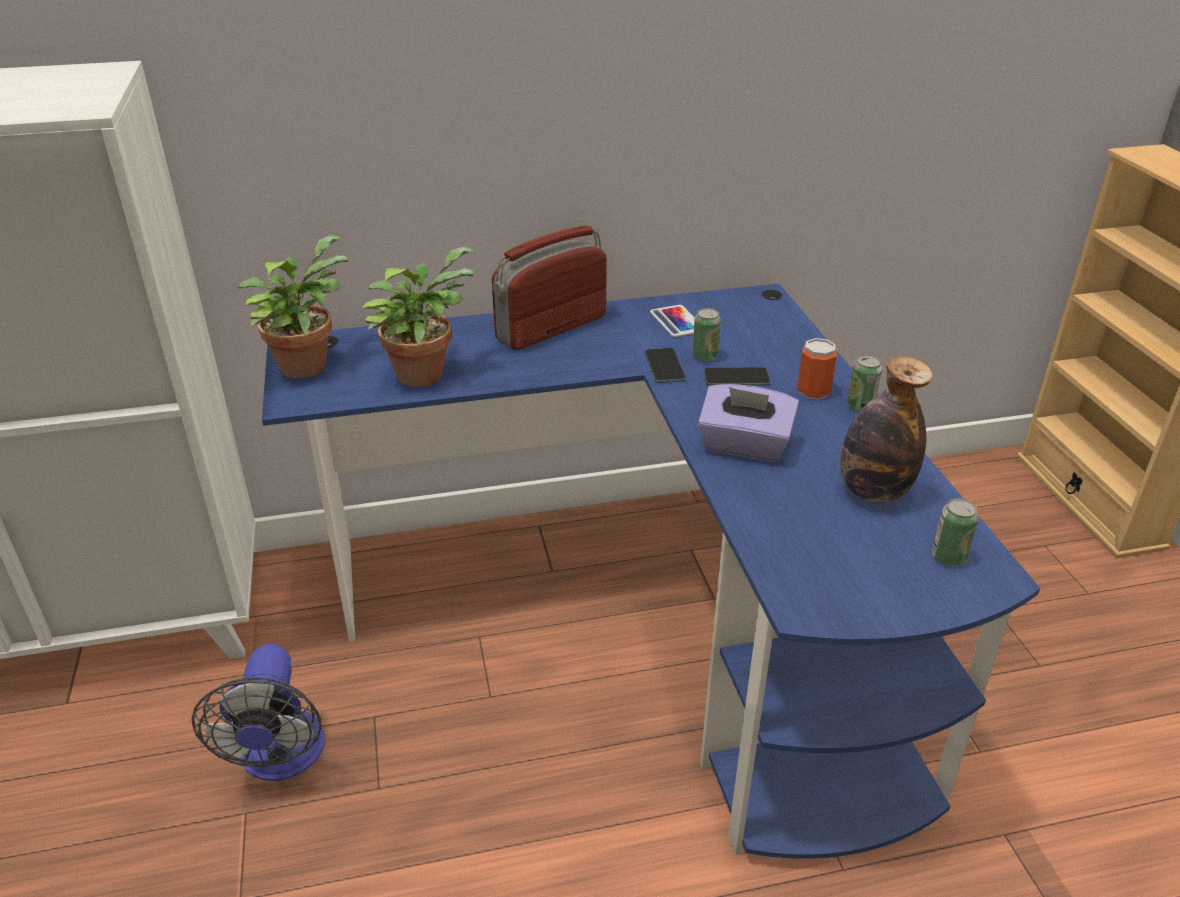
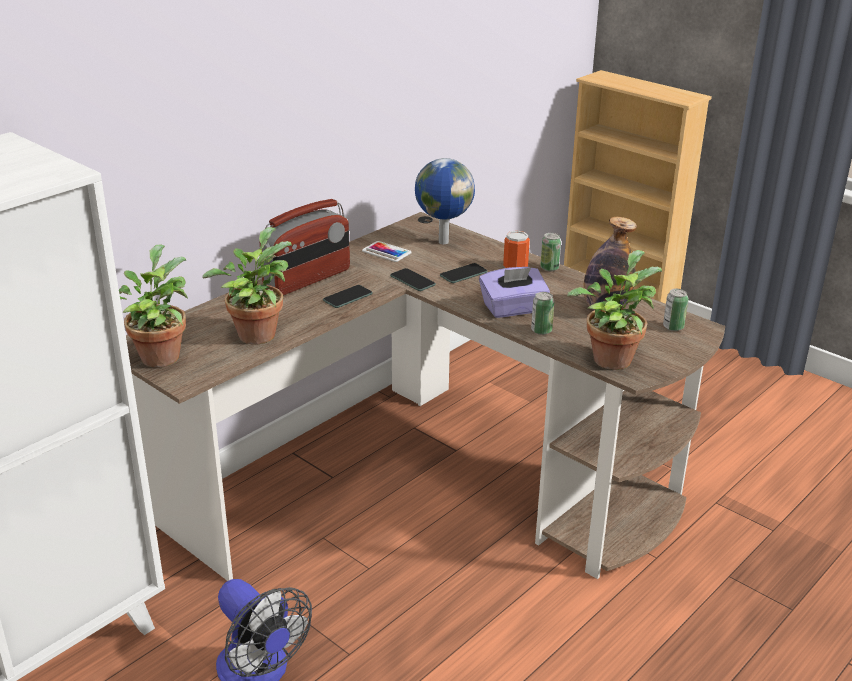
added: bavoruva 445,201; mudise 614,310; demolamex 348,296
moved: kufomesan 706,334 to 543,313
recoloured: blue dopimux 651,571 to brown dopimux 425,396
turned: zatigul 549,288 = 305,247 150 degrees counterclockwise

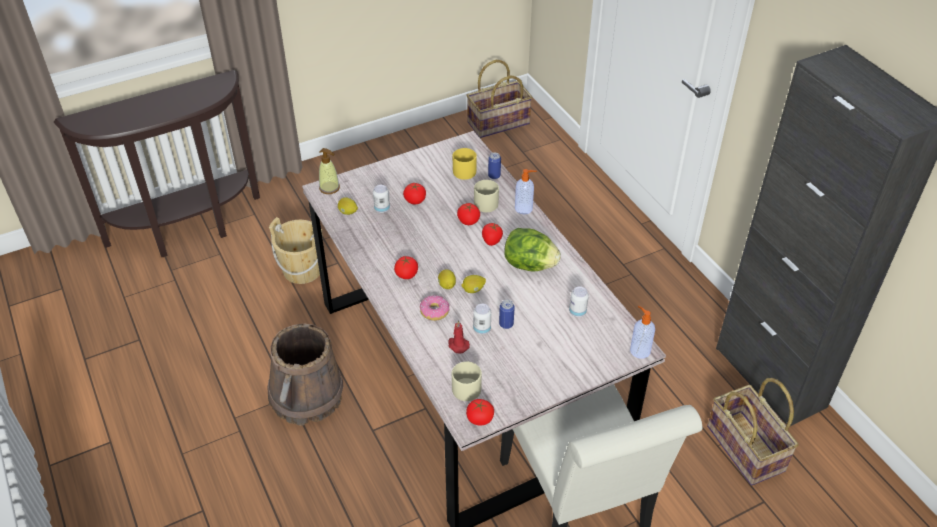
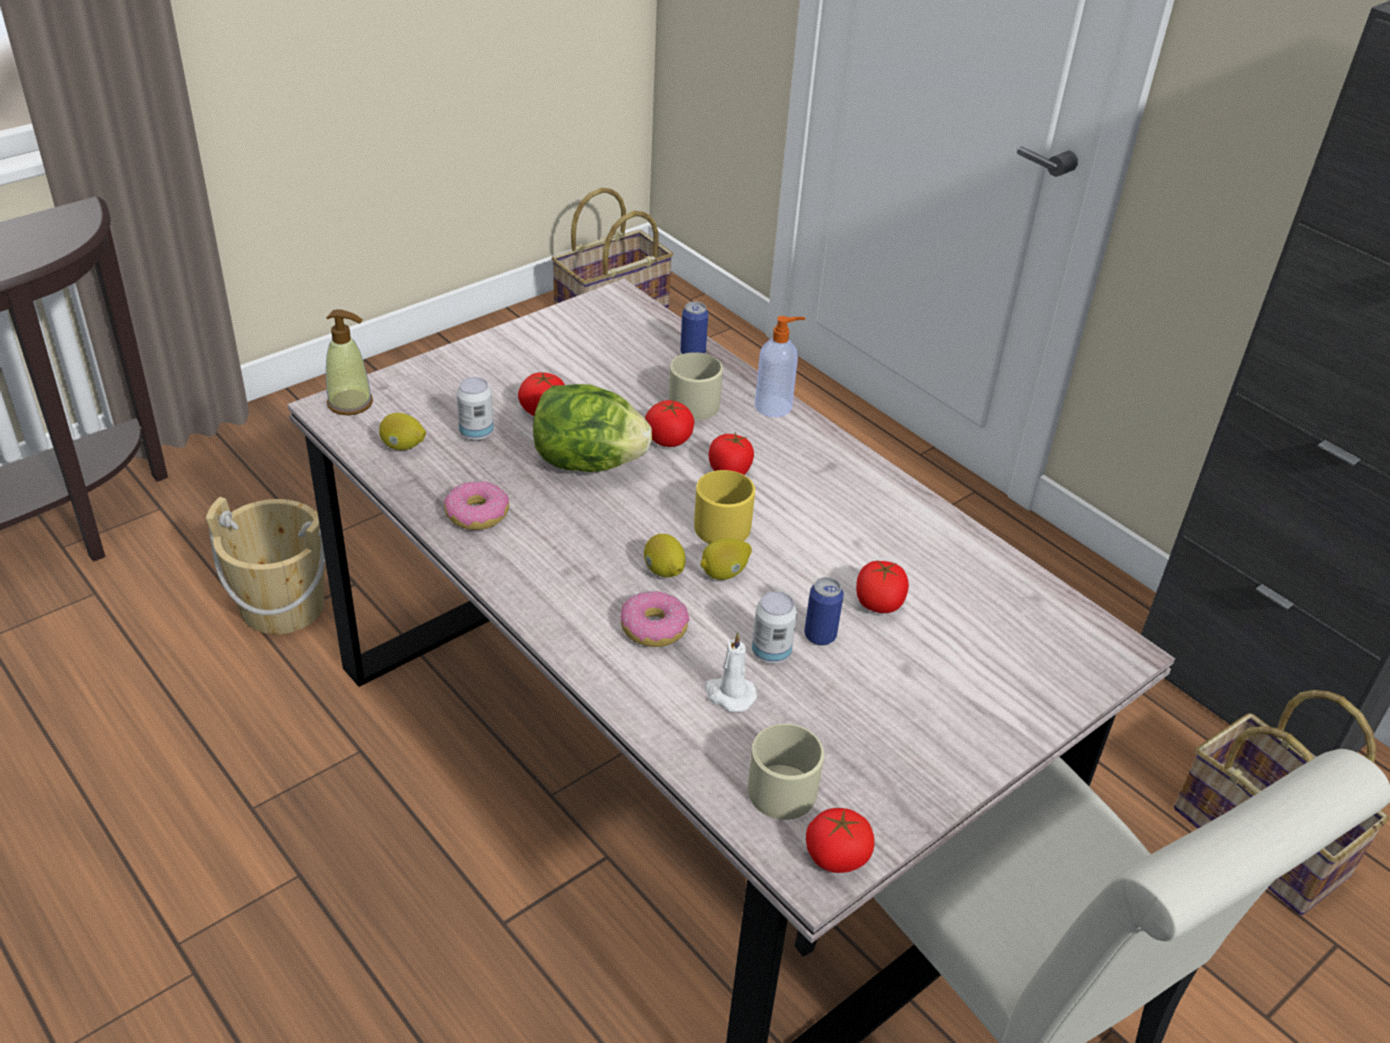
removed: kufomesan 579,302; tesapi 642,332; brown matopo 305,375
added: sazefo 476,505
moved: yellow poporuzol 465,164 to 724,507; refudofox 532,249 to 592,428; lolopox 406,267 to 882,587
recoloured: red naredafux 459,336 to white naredafux 731,672

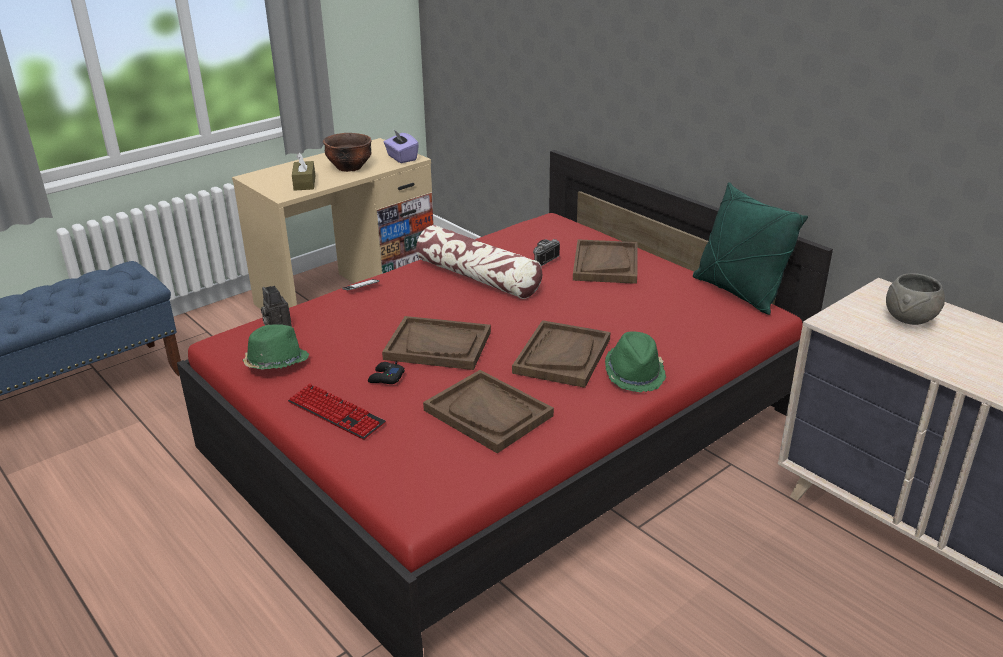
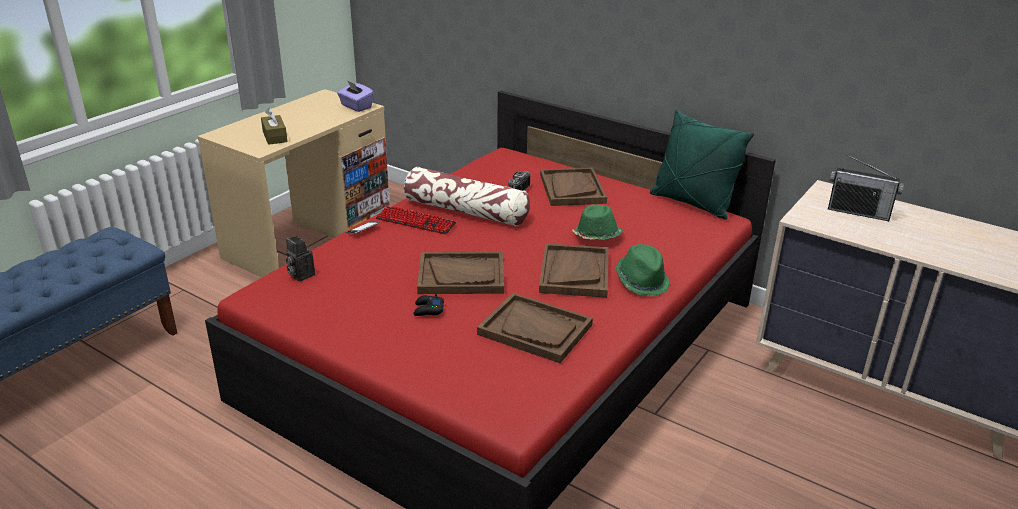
removed: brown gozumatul 347,152
moved: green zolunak 276,346 to 597,222; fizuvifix 337,411 to 416,219
replaced: grey gozumatul 915,299 to zatigul 866,188

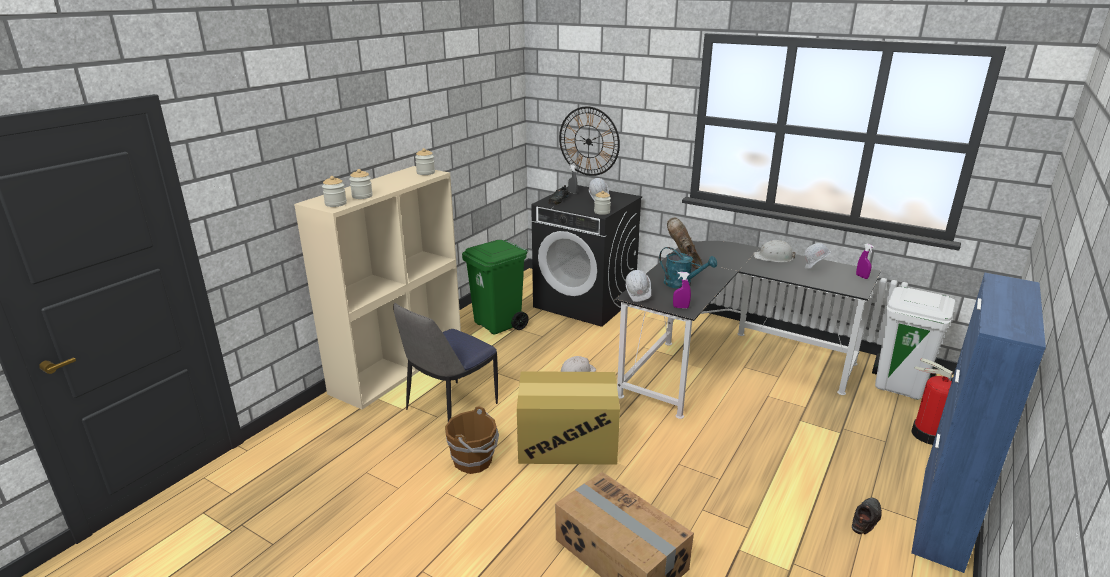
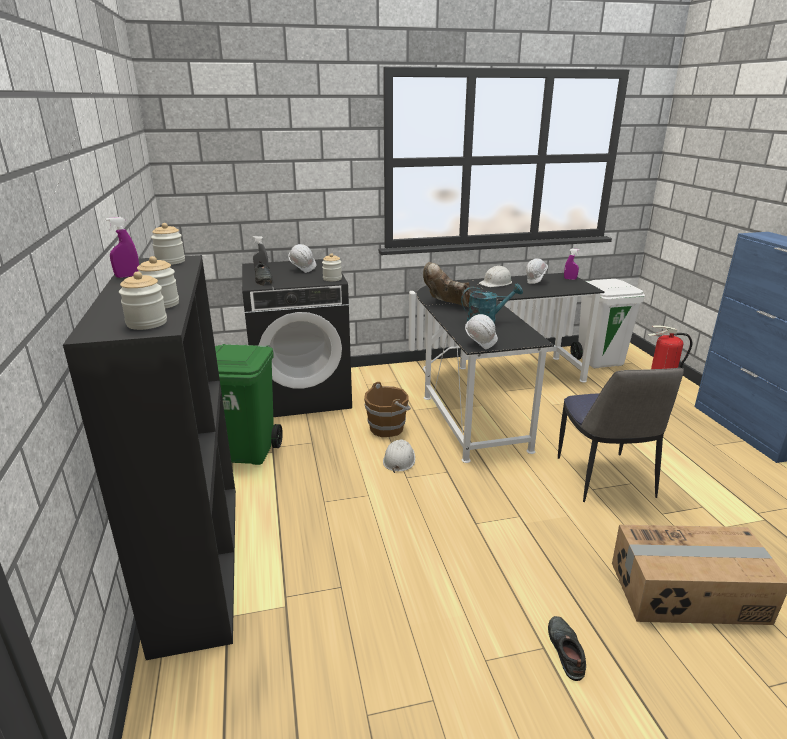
removed: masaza 589,141; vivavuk 568,418
moved: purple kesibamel 682,290 to 122,247; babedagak 445,362 to 621,435; brown matopo 472,440 to 387,409; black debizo 867,515 to 567,648
recoloured: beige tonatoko 377,288 to black tonatoko 149,457

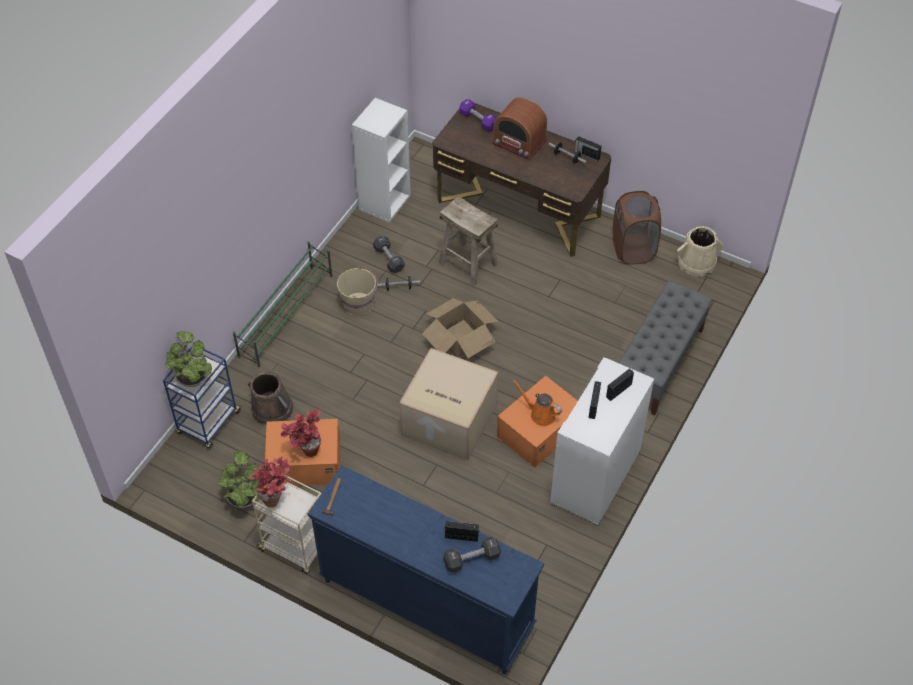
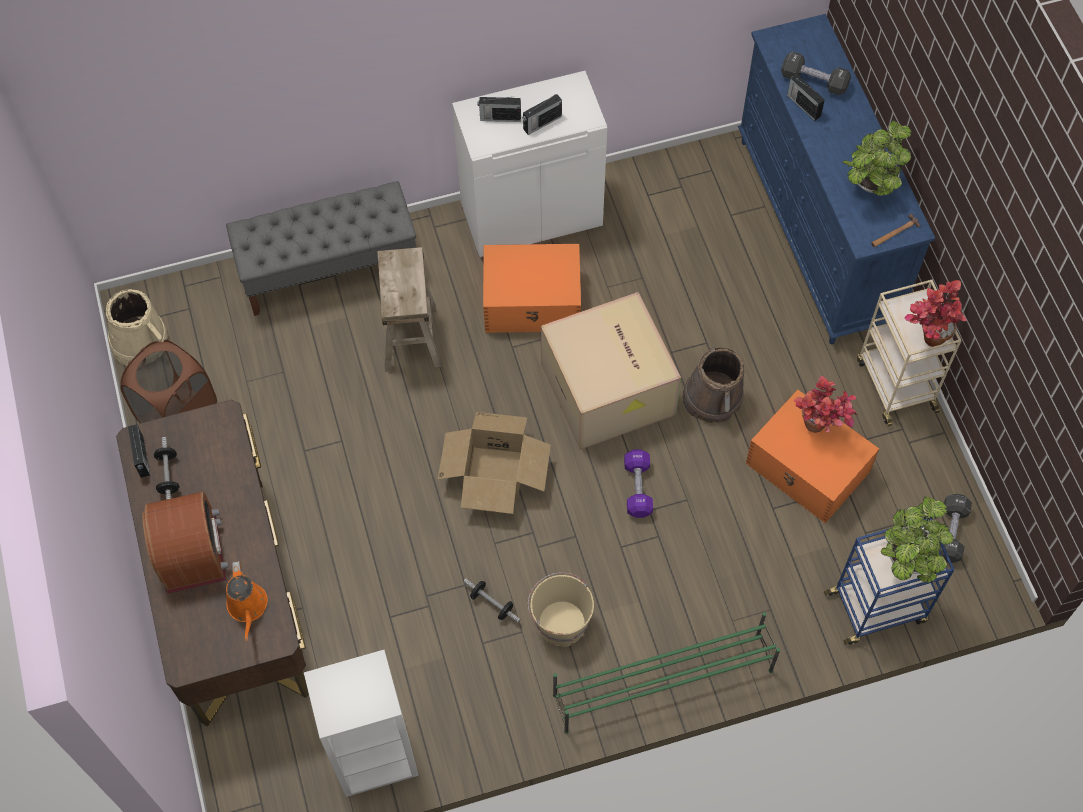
moved: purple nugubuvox 478,115 to 638,483; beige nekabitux 468,241 to 409,309; black nugubuvox 389,254 to 955,528; brown matopo 270,398 to 713,385; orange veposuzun 537,403 to 247,601; mudise 239,480 to 877,158

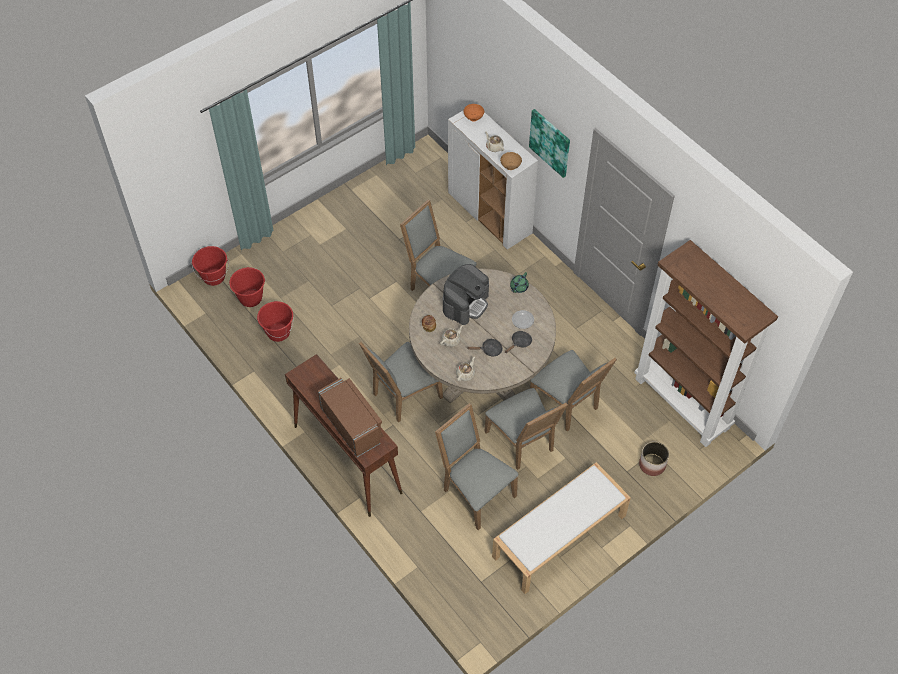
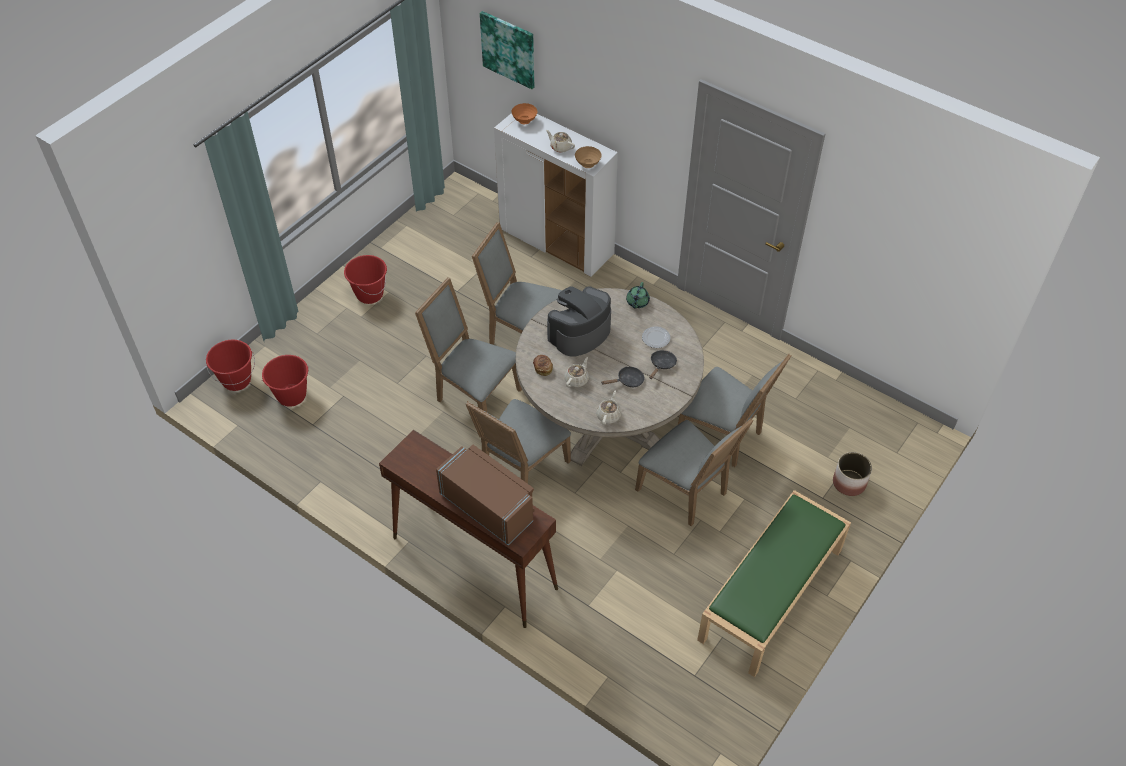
removed: brown tonatoko 706,343
moved: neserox 549,143 to 507,50; red matopo 275,321 to 365,279; grey babedagak 476,466 to 468,345
recoloured: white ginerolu 561,528 to green ginerolu 774,583
turned: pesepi 466,294 = 579,321 150 degrees counterclockwise

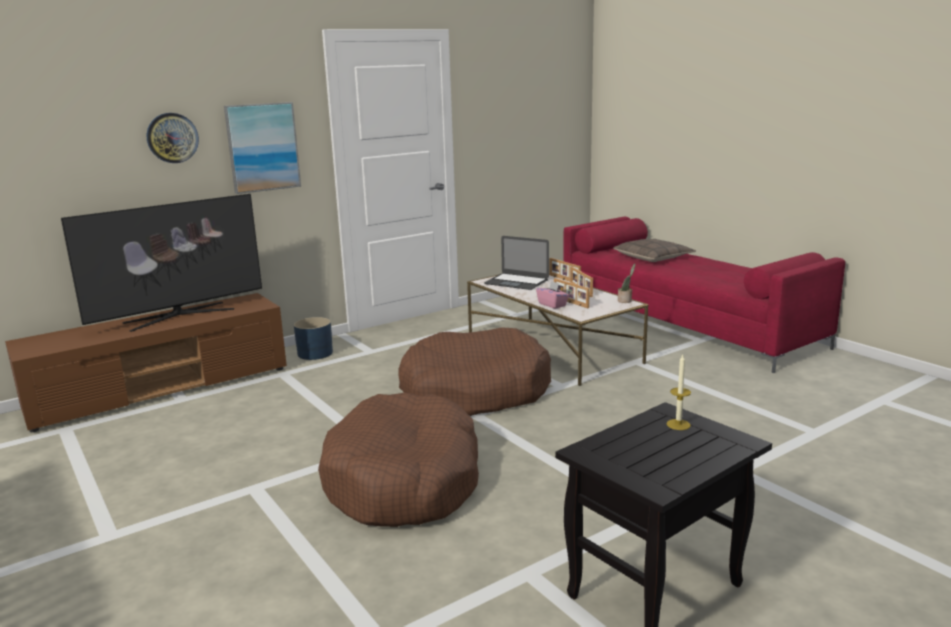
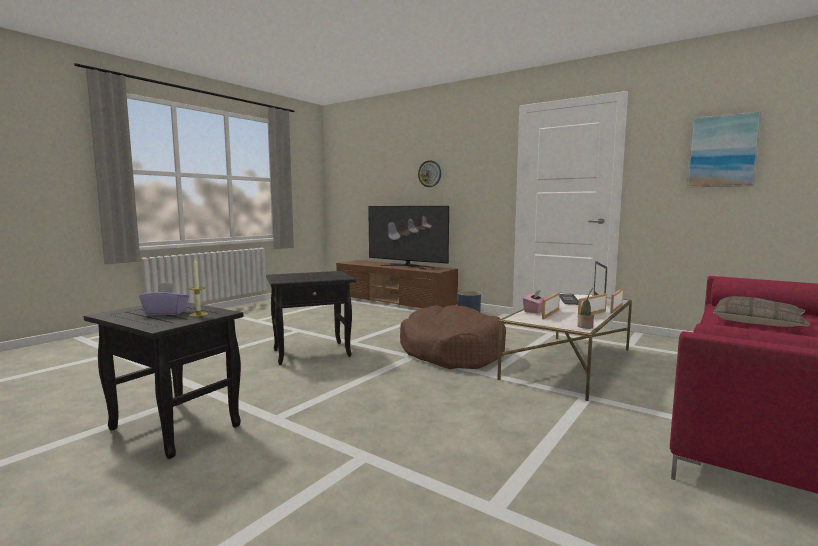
added: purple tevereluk 164,299
moved: neserox 262,148 to 724,149
replaced: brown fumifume 398,460 to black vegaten 311,318

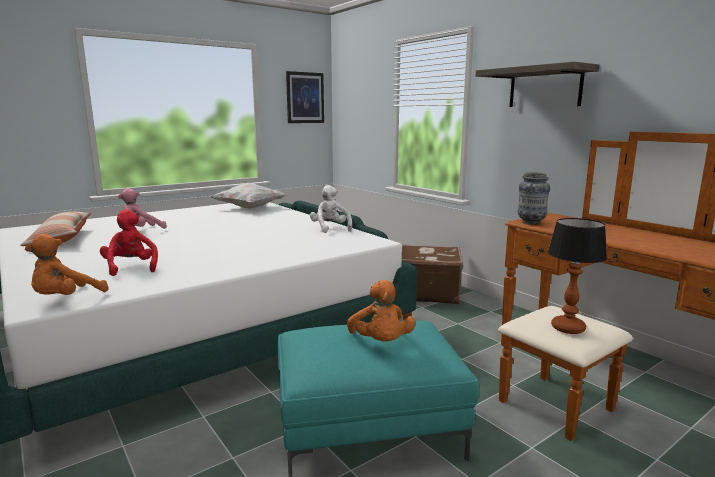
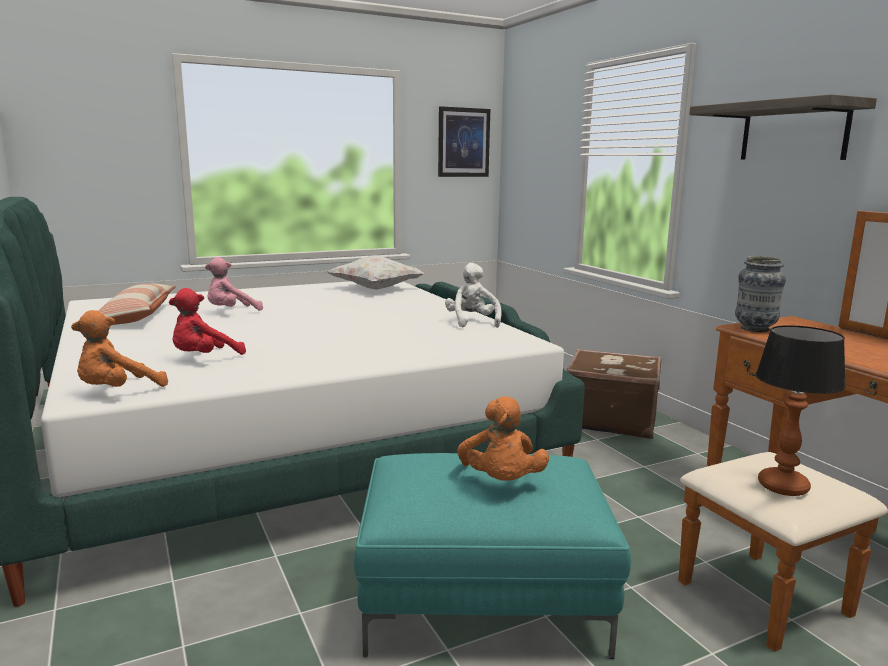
turned: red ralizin 129,242 = 207,321 120 degrees counterclockwise

